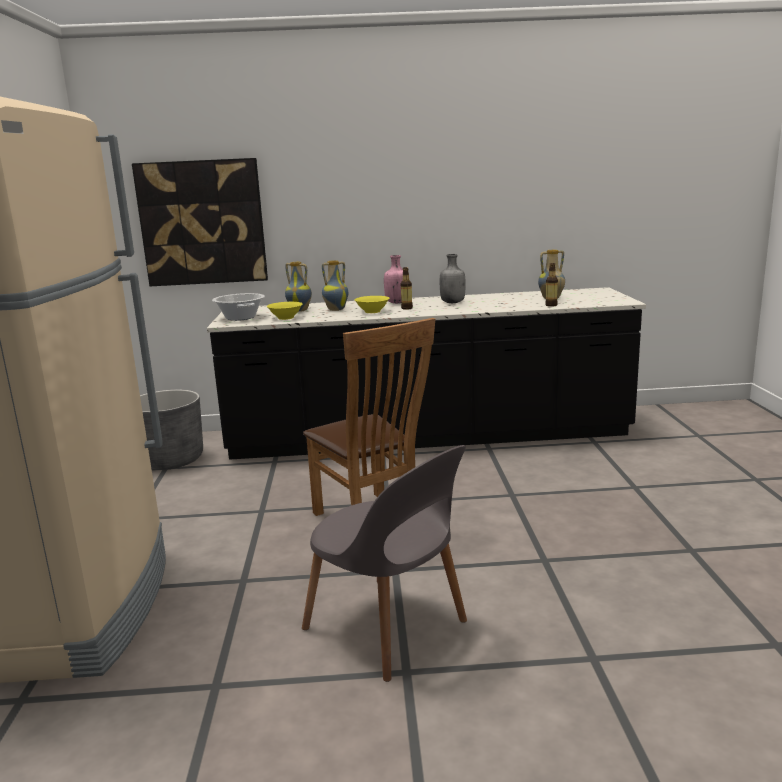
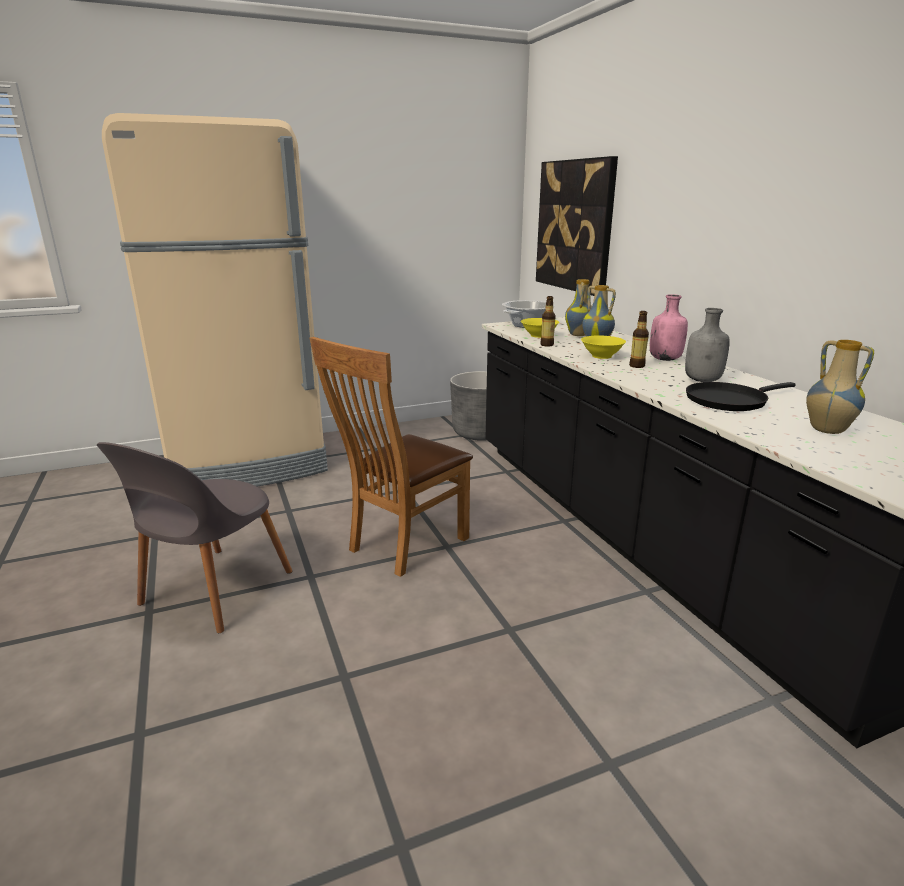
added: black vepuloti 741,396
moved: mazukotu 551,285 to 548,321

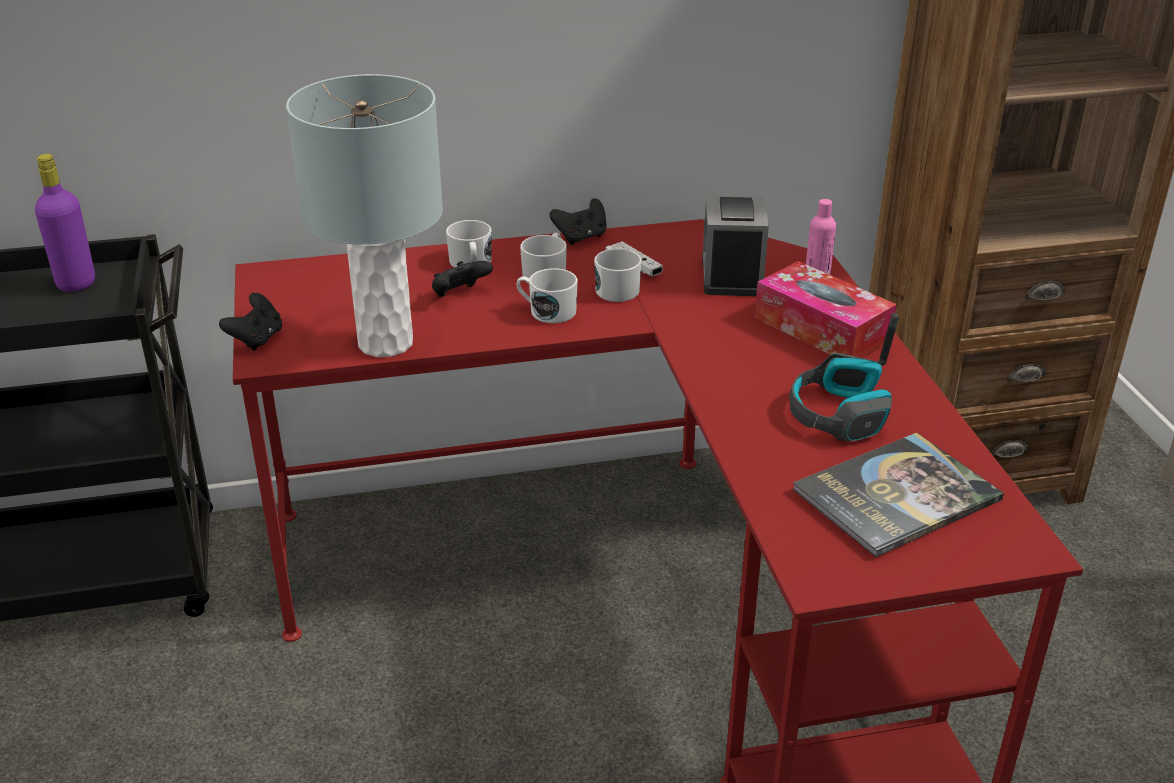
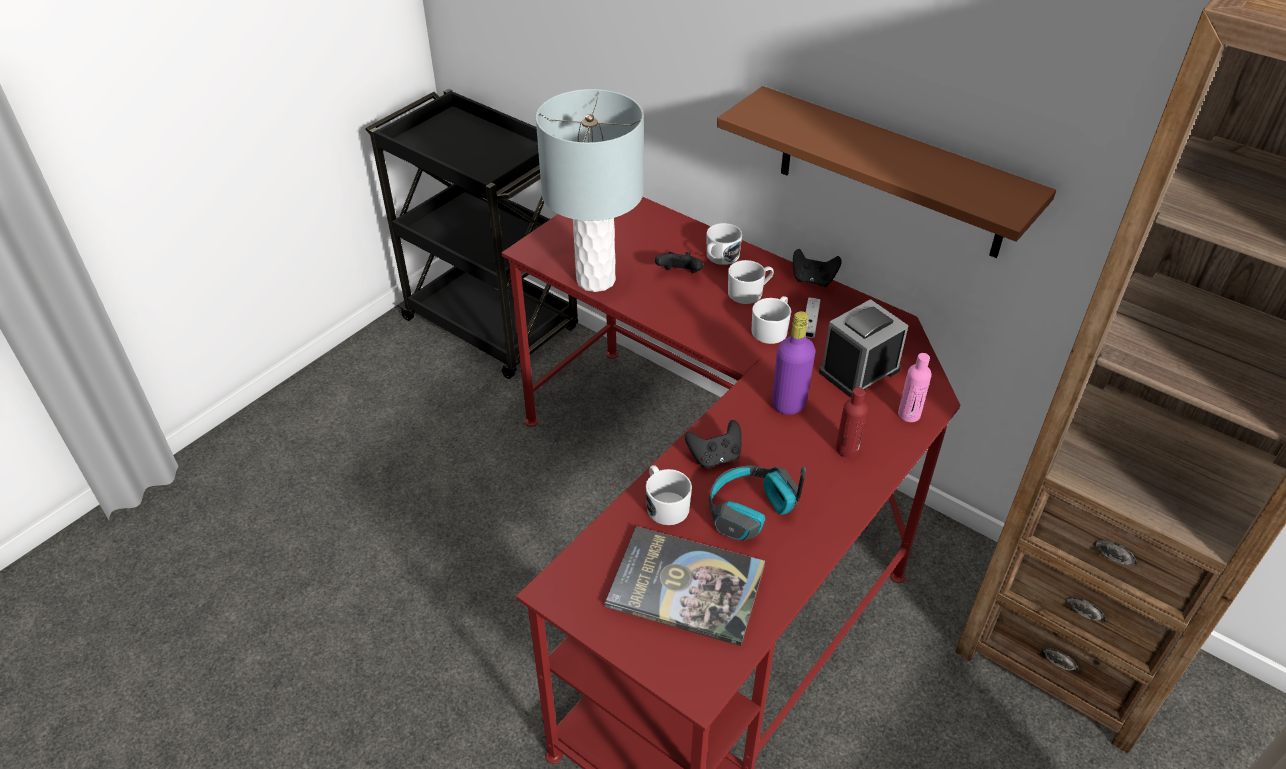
added: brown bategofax 886,172
moved: purple mazukotu 65,223 to 793,363; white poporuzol 547,295 to 669,495; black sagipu 250,322 to 713,444
replaced: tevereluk 826,309 to red mazukotu 852,422

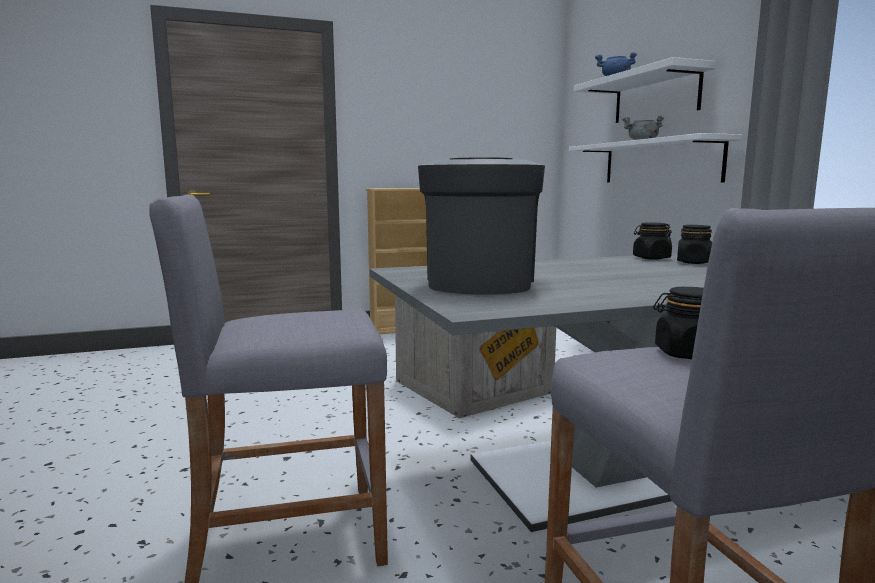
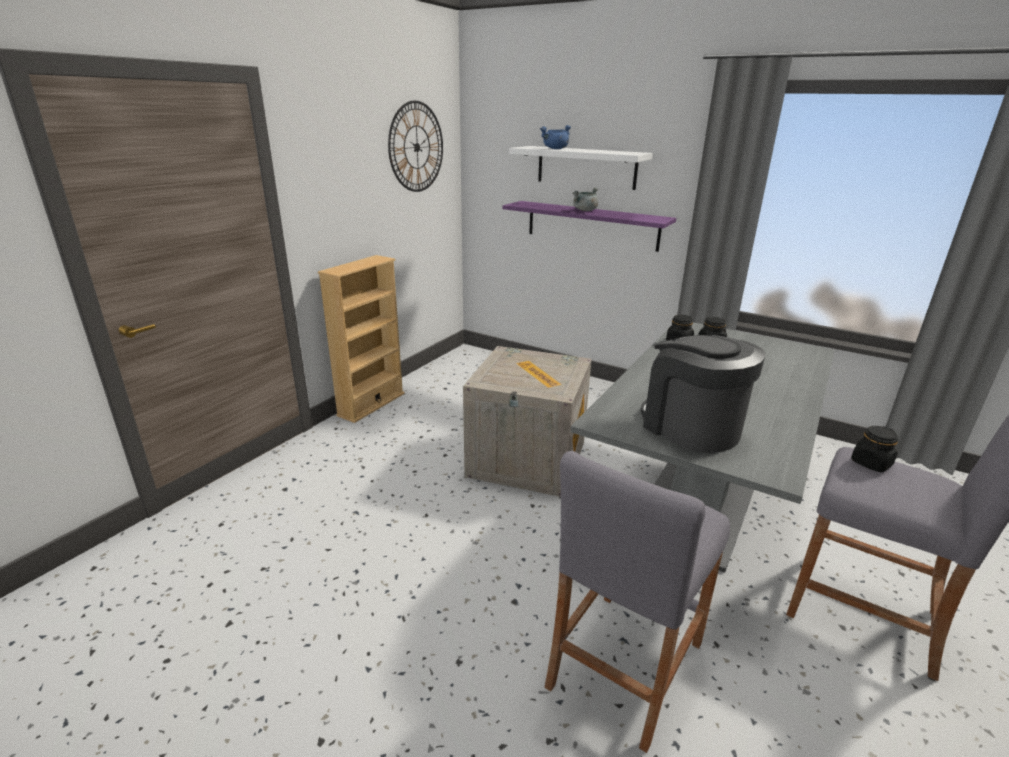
added: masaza 415,146
recoloured: white bategofax 656,157 to purple bategofax 589,226

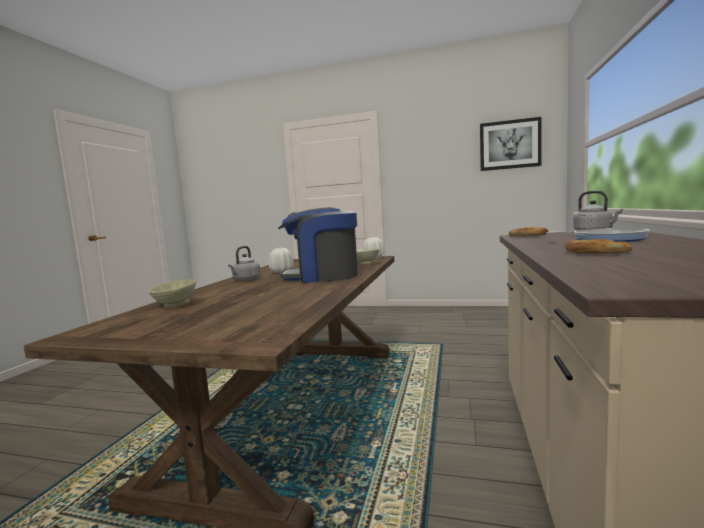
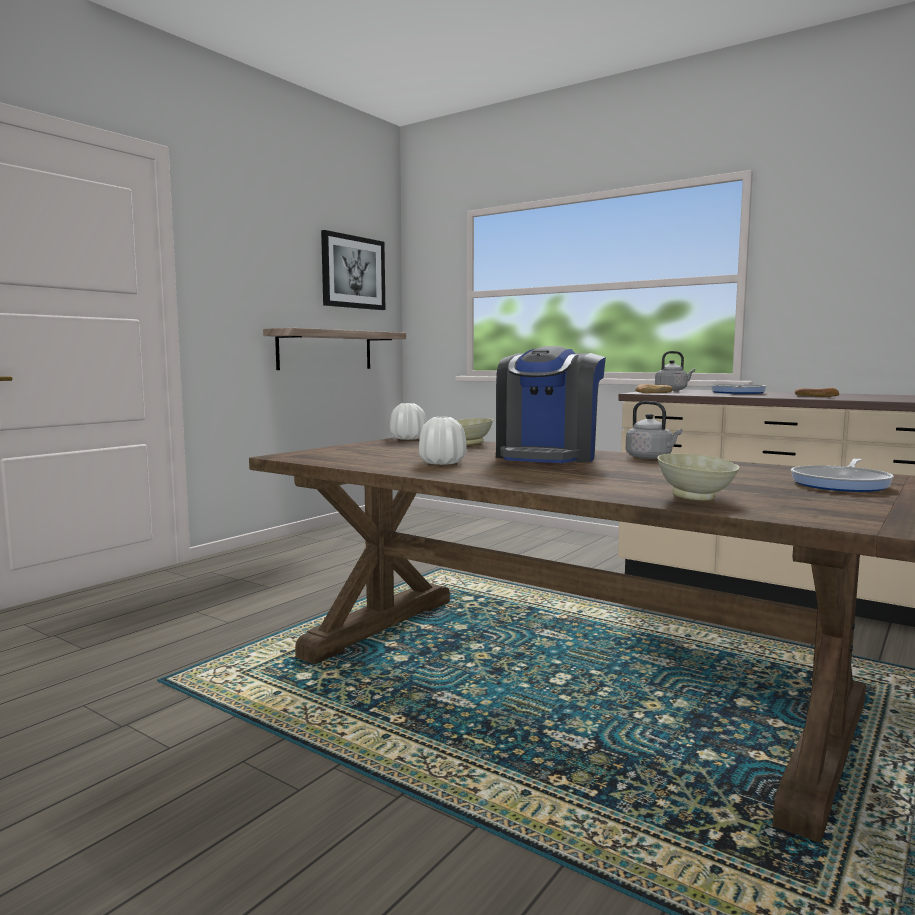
added: bategofax 334,349; vepuloti 842,475
moved: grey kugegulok 244,263 to 654,430

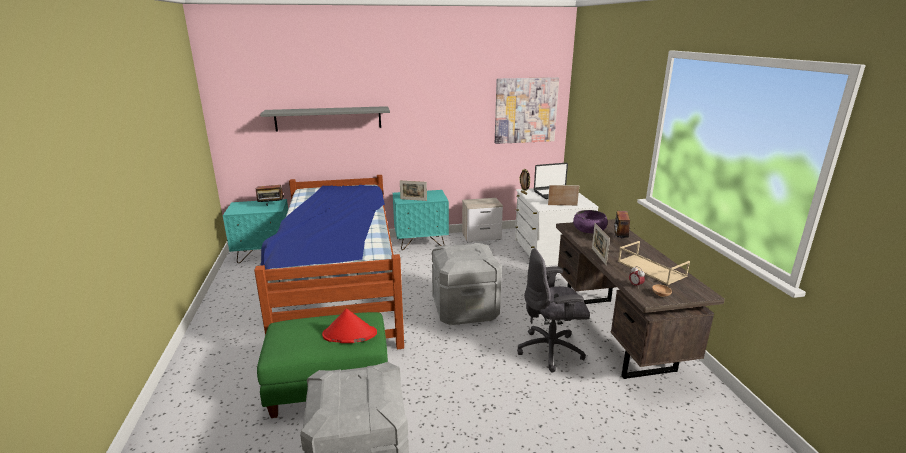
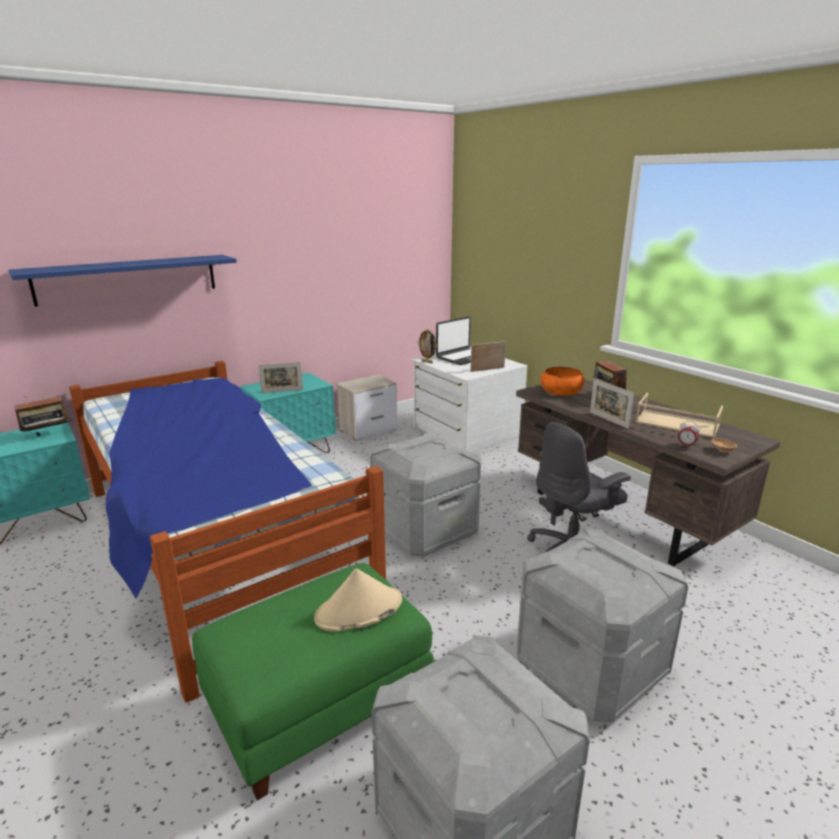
removed: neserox 527,110
added: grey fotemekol 602,625
recoloured: grey bategofax 325,119 to blue bategofax 123,281; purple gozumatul 590,221 to orange gozumatul 563,381; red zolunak 349,325 to beige zolunak 358,600

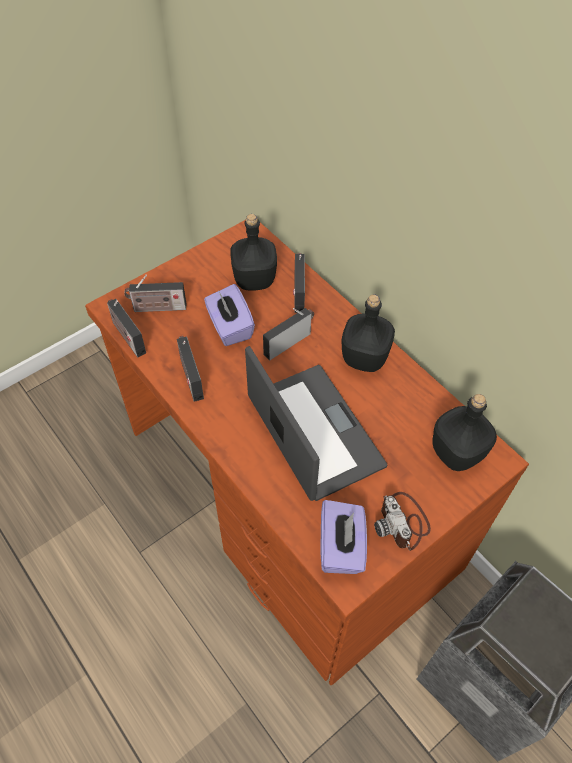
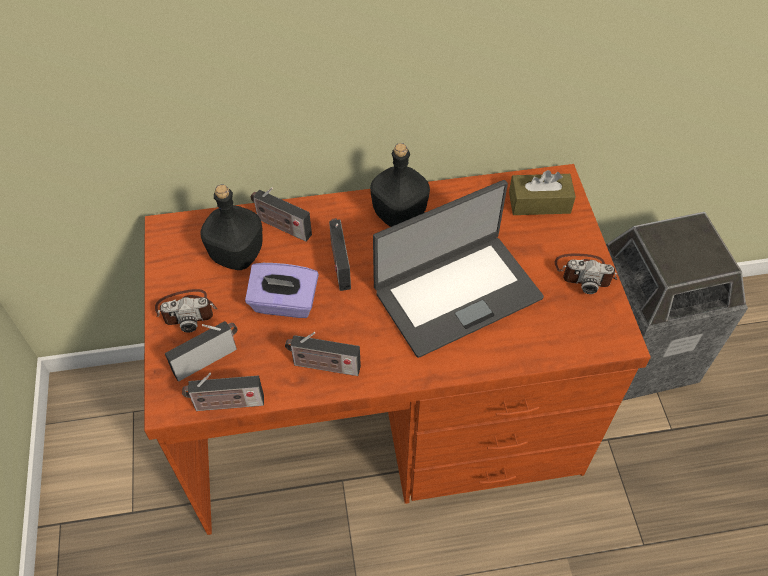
removed: purple tevereluk 344,537
added: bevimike 186,311
replaced: black mazukotu 465,432 to brown tevereluk 542,192
turned: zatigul 155,293 = 201,351 150 degrees counterclockwise; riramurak 316,423 = 458,269 150 degrees clockwise

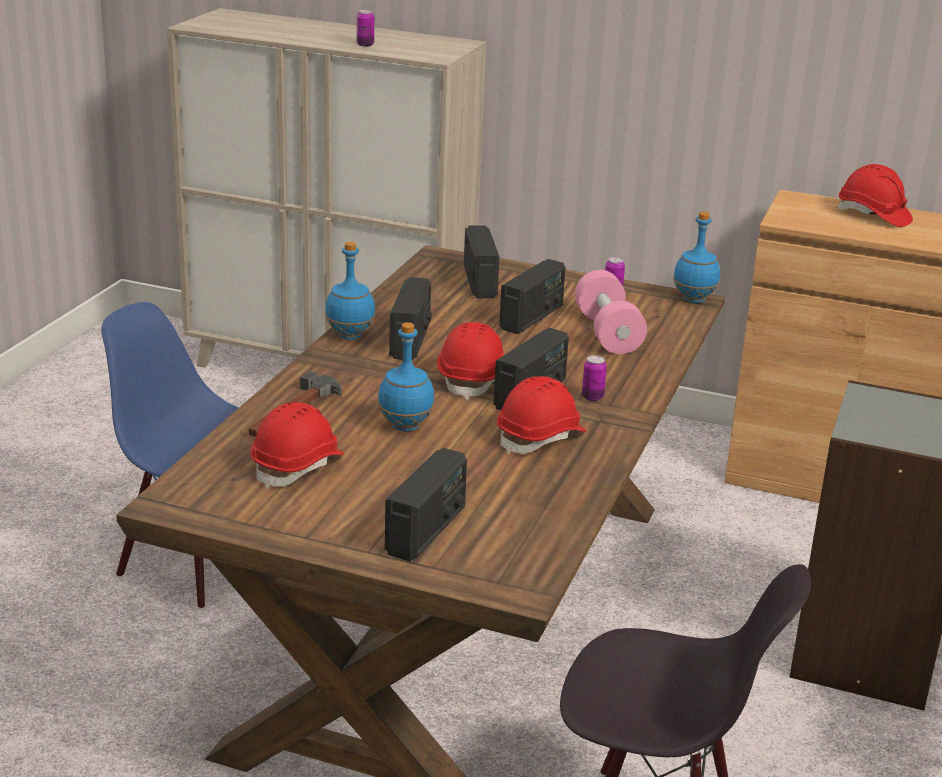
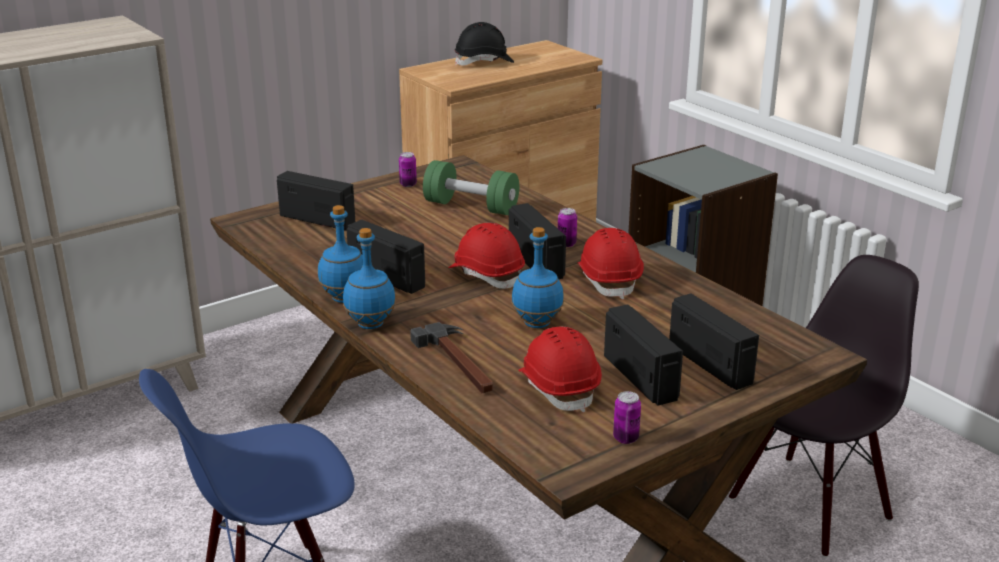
moved: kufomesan 365,28 to 627,417; blue mazukotu 696,257 to 369,278; zatigul 532,296 to 643,355
recoloured: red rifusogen 875,195 to black rifusogen 484,44; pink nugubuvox 611,312 to green nugubuvox 471,187

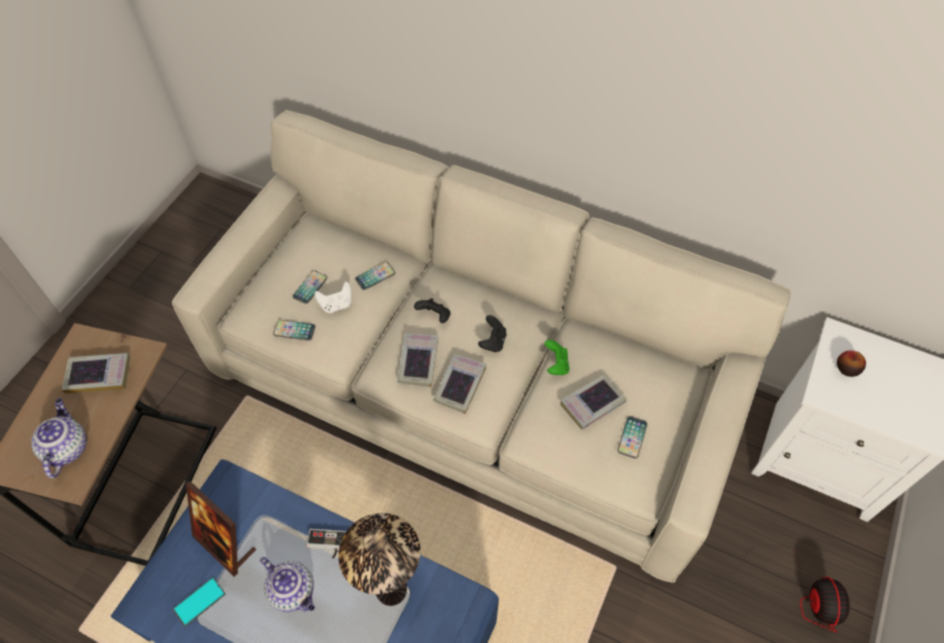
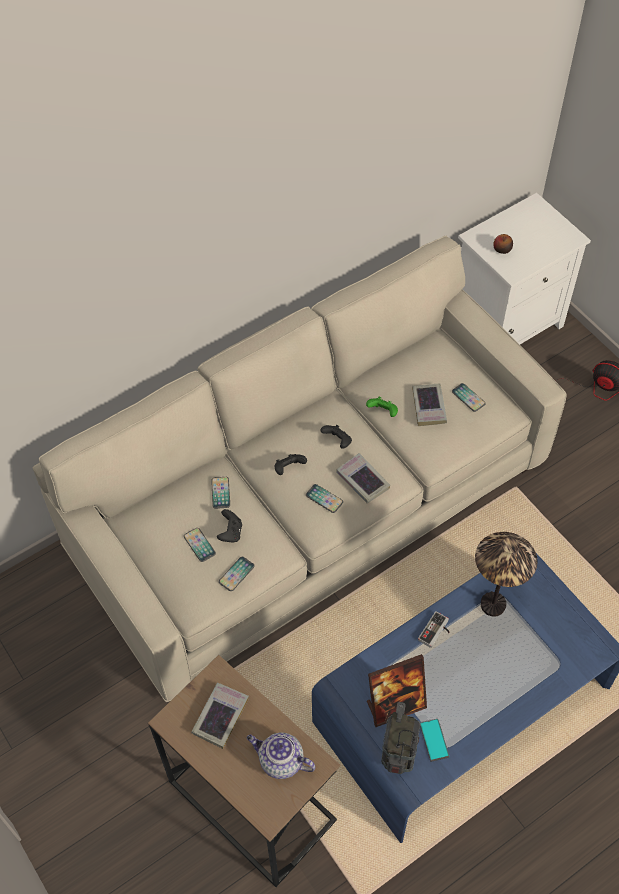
removed: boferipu 287,584
added: zatigul 400,738
replaced: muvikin 417,360 to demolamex 324,498
recoloured: white sagipu 332,297 to black sagipu 229,526

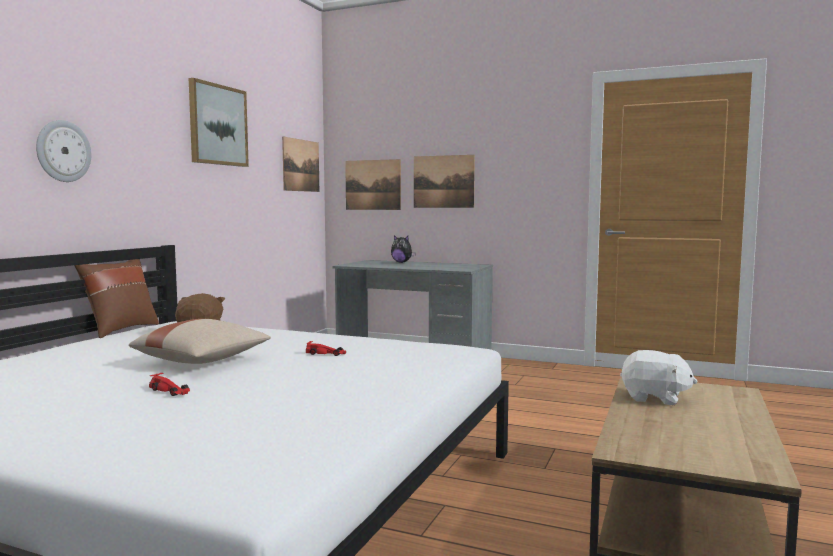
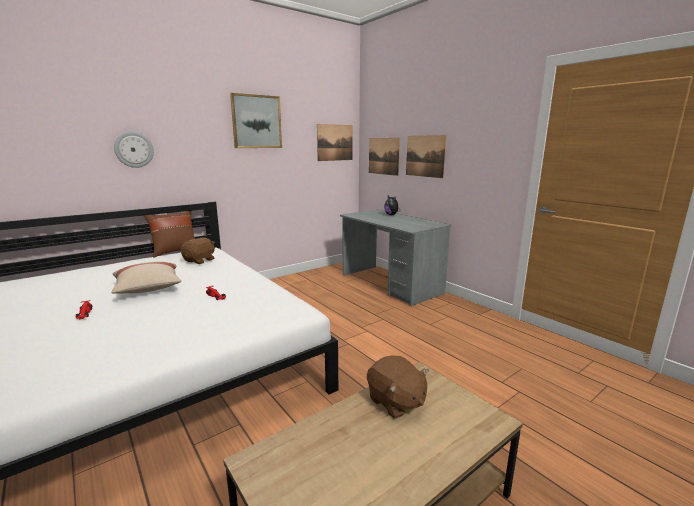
recoloured: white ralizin 659,377 to brown ralizin 398,387

